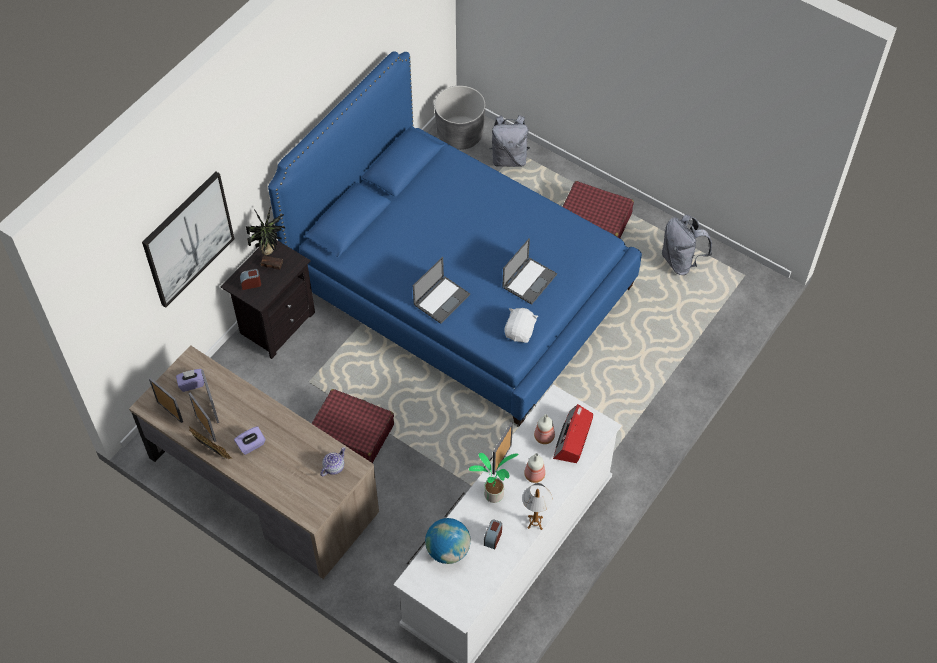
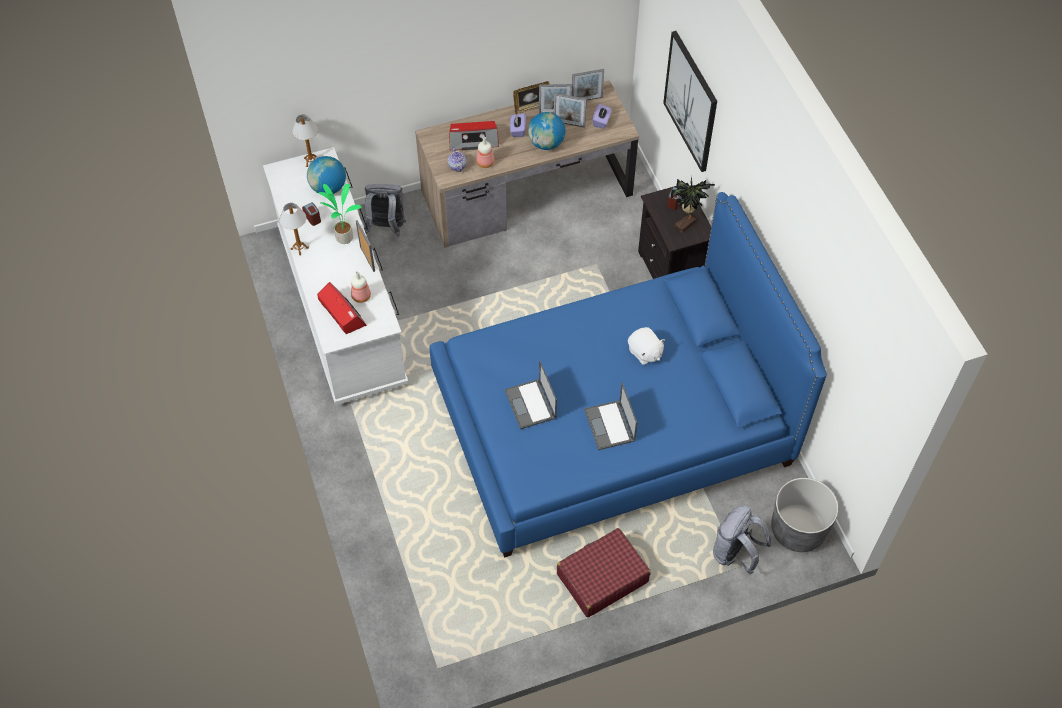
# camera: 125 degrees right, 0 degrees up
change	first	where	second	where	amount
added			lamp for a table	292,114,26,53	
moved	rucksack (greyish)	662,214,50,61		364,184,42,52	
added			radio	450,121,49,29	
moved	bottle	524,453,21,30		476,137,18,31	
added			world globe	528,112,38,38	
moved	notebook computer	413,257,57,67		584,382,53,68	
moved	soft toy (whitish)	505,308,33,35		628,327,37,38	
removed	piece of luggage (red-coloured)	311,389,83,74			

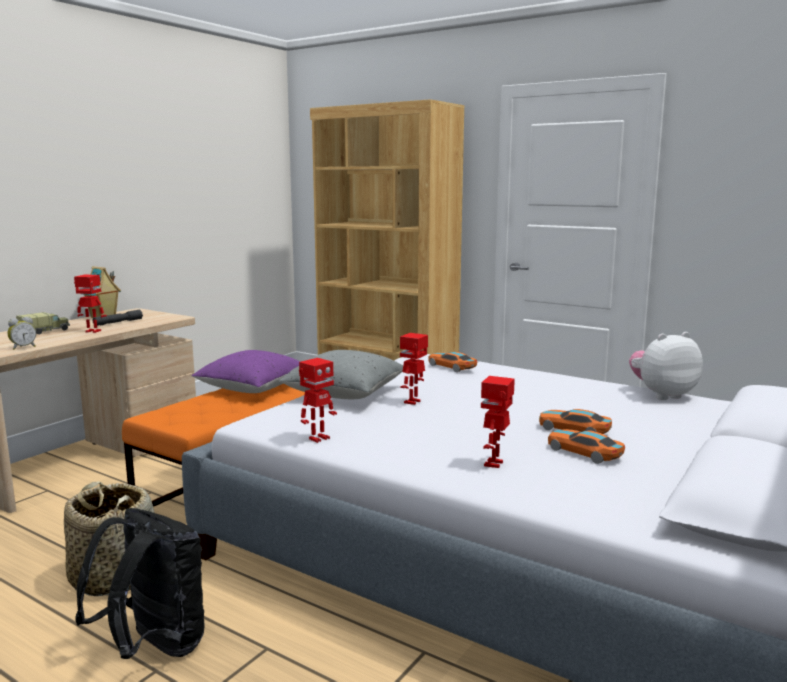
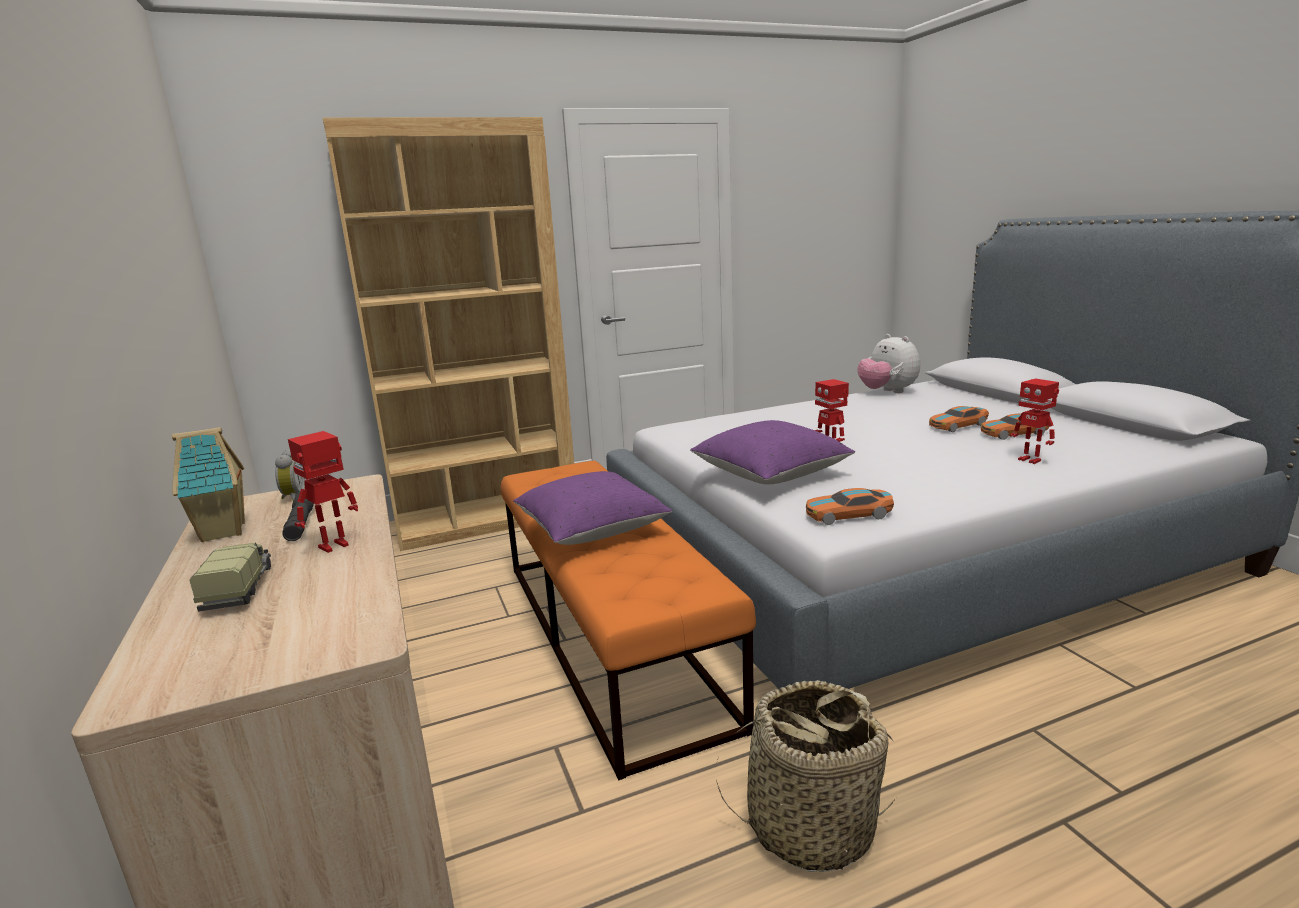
# camera: 55 degrees left, 5 degrees up
change	first	where	second	where	amount
moved	bedside clock	8,317,28,33		275,449,30,52	
recoloured	cushion (greyish)	279,350,124,49	cushion (purple)	690,420,165,65	
moved	toy car	428,352,49,20		806,488,88,37	
turned	soft toy	629,332,74,68		857,334,63,59	45 degrees counterclockwise
removed	rucksack (blackish)	75,508,130,151			
removed	model robot	299,358,38,85			

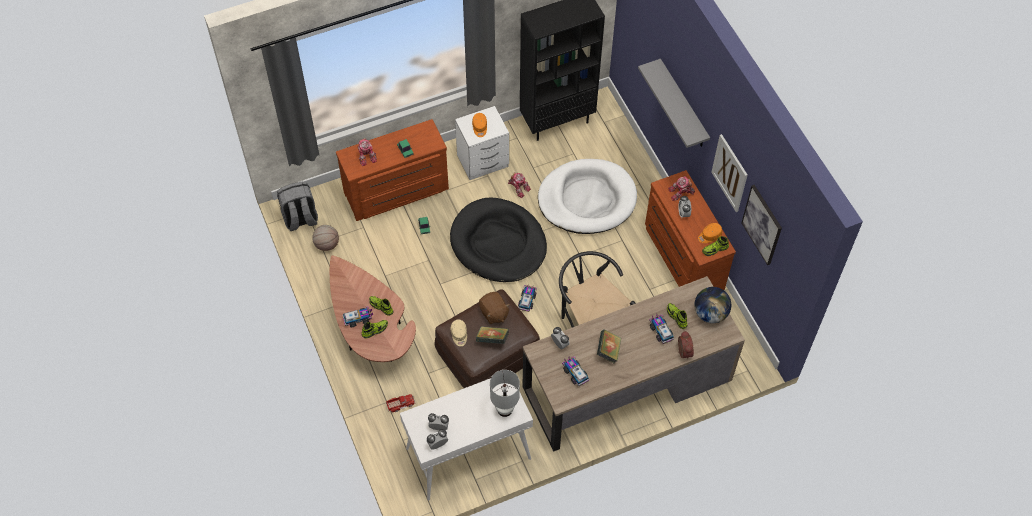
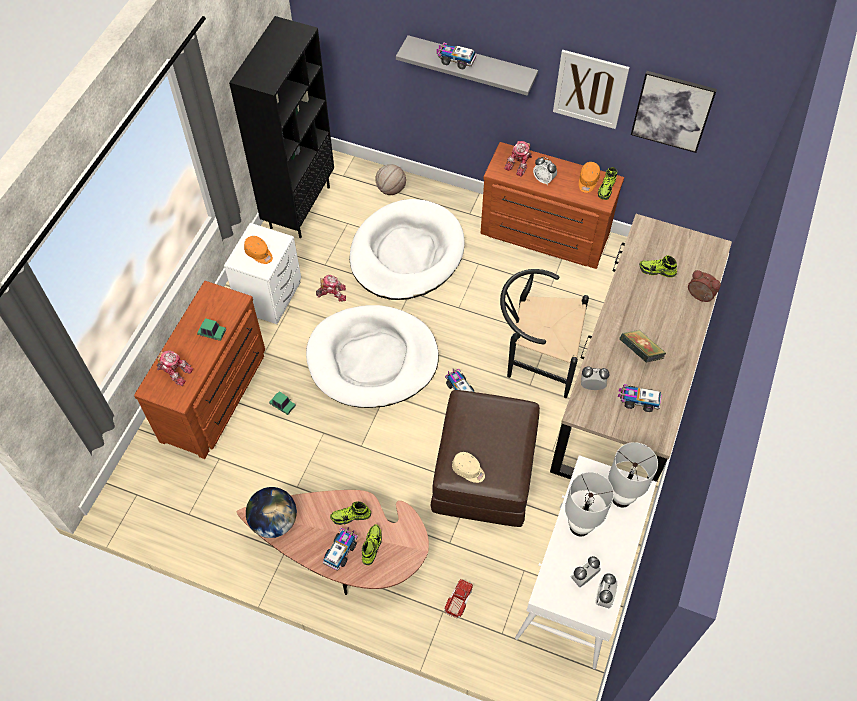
# camera: 45 degrees left, 0 degrees up
change	first	where	second	where	amount
moved	world globe	694,287,37,36		246,487,51,51	
recoloured	dog cushion (blackish)	450,198,97,84	dog cushion (whitish)	306,305,133,103	
moved	ball for basketball	312,225,27,26		375,164,31,31	
moved	toy truck	649,314,25,30		437,43,39,26	
added			lamp for a table (whitish)	565,472,49,65	
removed	rucksack (greyish)	277,182,41,49			
removed	book	476,326,33,18			
removed	soft toy (brownish)	479,292,31,32			

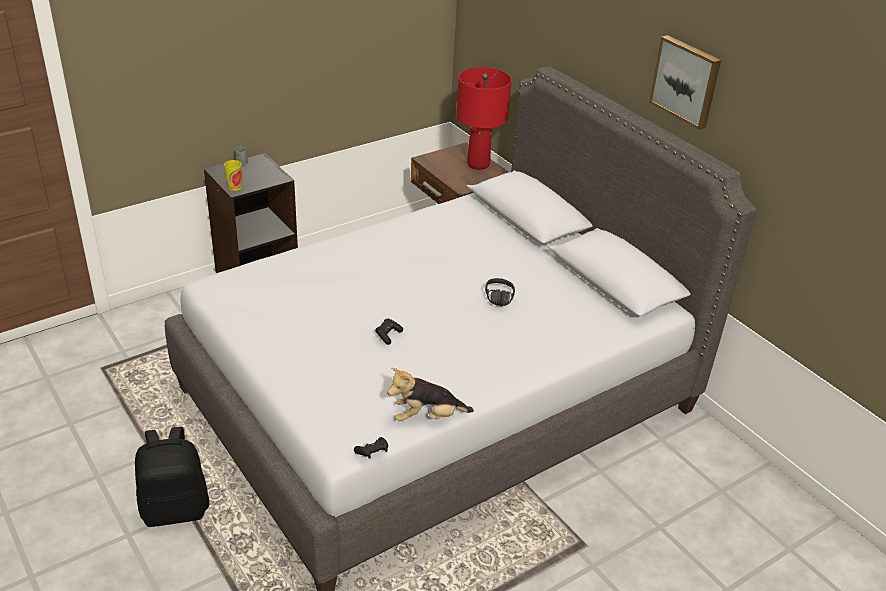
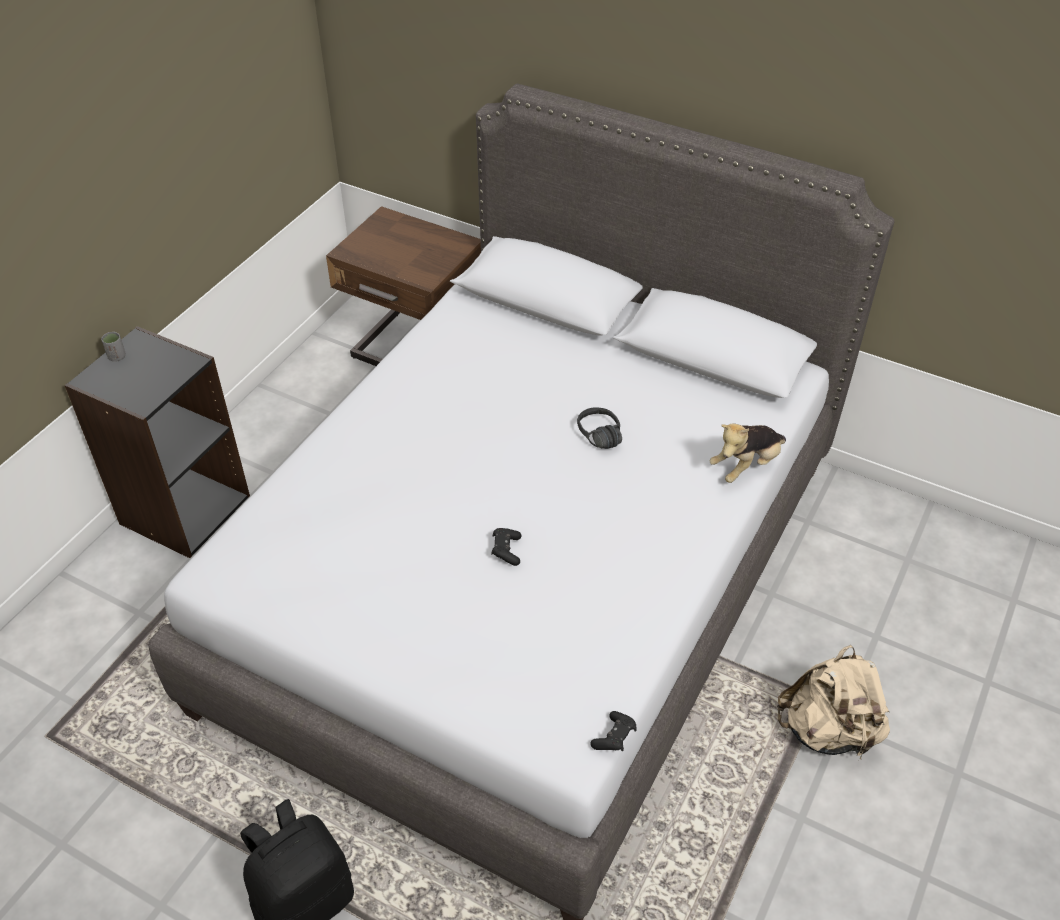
# camera: 25 degrees left, 10 degrees up
change	first	where	second	where	amount
moved	soft toy	387,368,87,53		709,424,77,59	
added			rucksack (sand-coloured)	777,645,113,116	
removed	drinking cup	224,160,18,31			
removed	lamp for a table (red-coloured)	456,67,56,103			
removed	wall art	649,35,72,95			

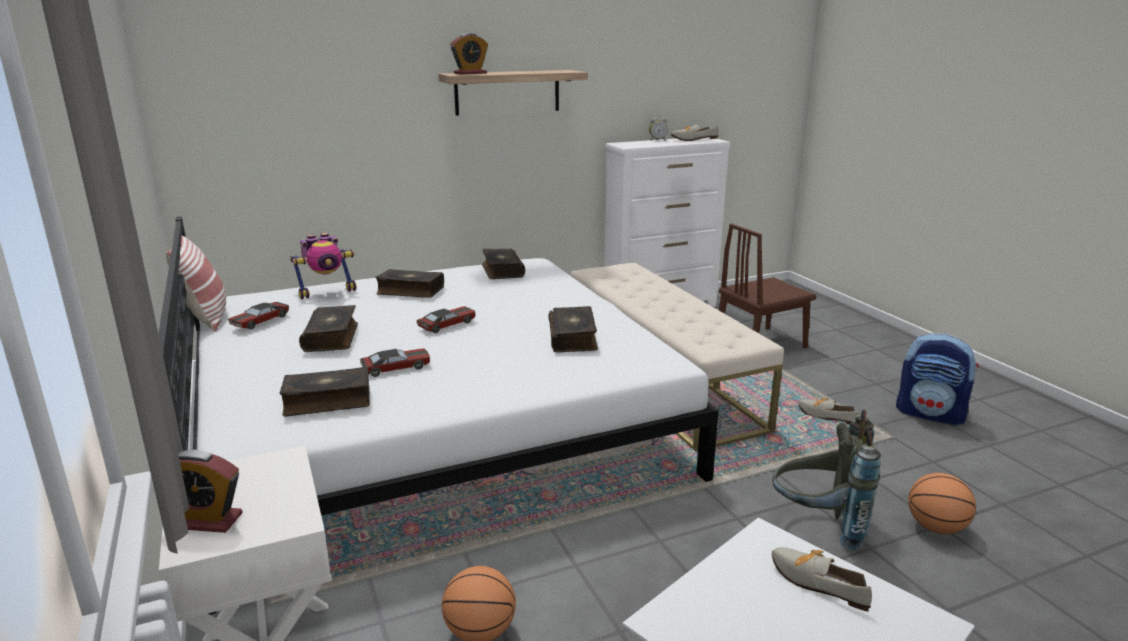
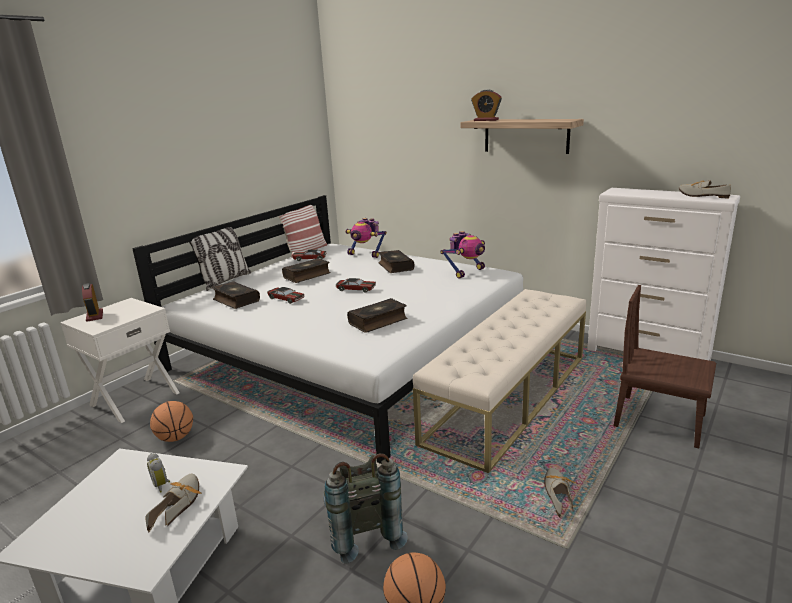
# camera: 60 degrees right, 0 degrees up
change	first	where	second	where	amount
moved	bedside clock	649,117,19,24		147,453,23,40	
added			cushion	189,227,62,64	
replaced	book	482,249,43,30	model robot	440,231,45,48	
removed	rucksack	896,333,83,93			

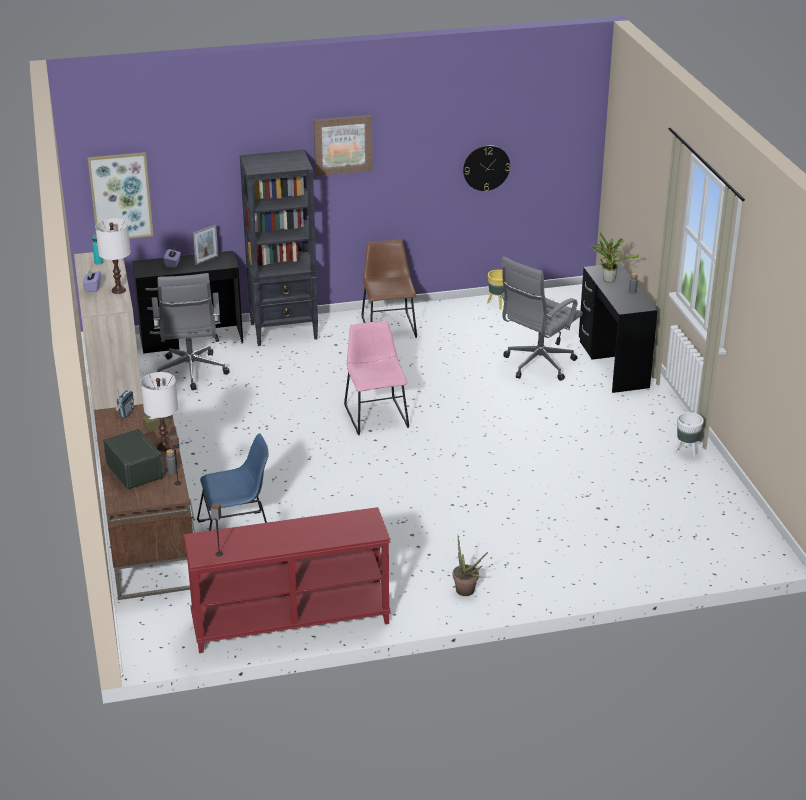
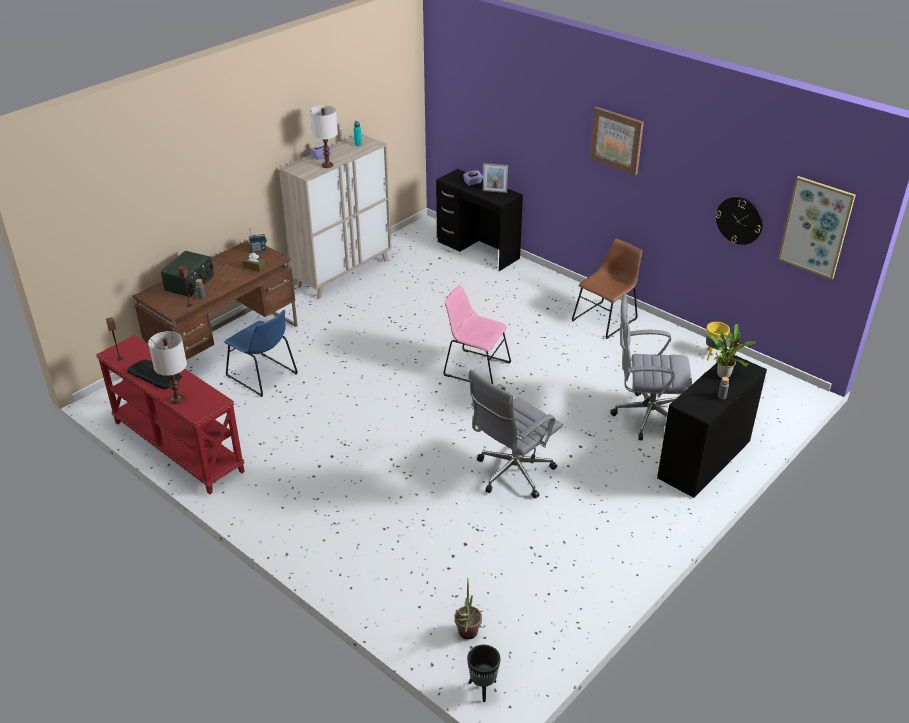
# camera: 55 degrees right, 5 degrees up
change	first	where	second	where	amount
added			computer keyboard	127,359,55,31	
moved	lamp for a table (whitish)	141,372,37,79		148,331,39,73	
turned	upright chair (pink)	344,321,65,114		443,285,68,99	105 degrees counterclockwise
moved	houseplant	453,536,35,60		455,581,27,58	
added			plant pot (blackish)	467,645,34,57	
moved	desk chair (greyish)	151,273,79,117		468,369,95,129	
moved	wall art	87,152,67,87		778,176,78,103	
removed	shelving unit (blackish)	240,149,78,197			
removed	plant pot (whitish)	674,412,30,46			

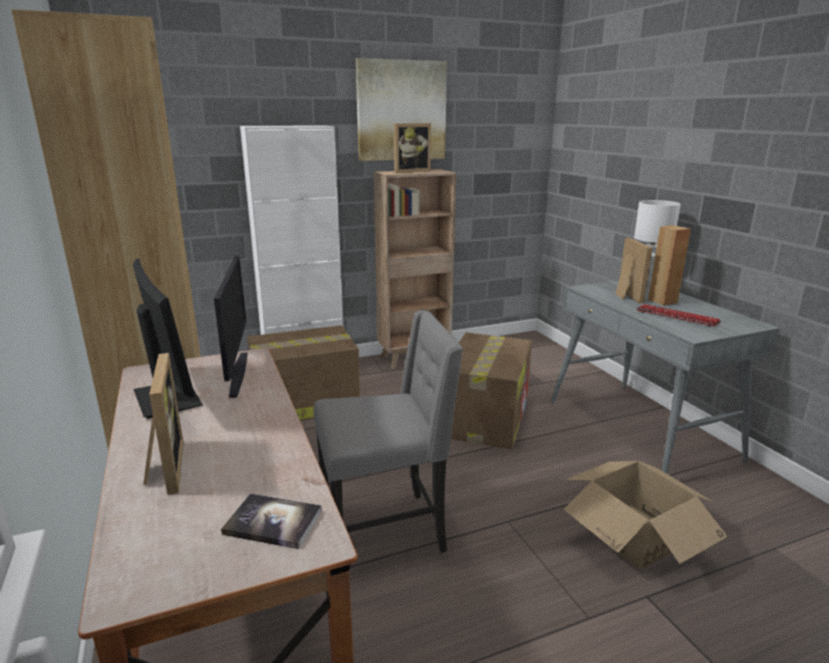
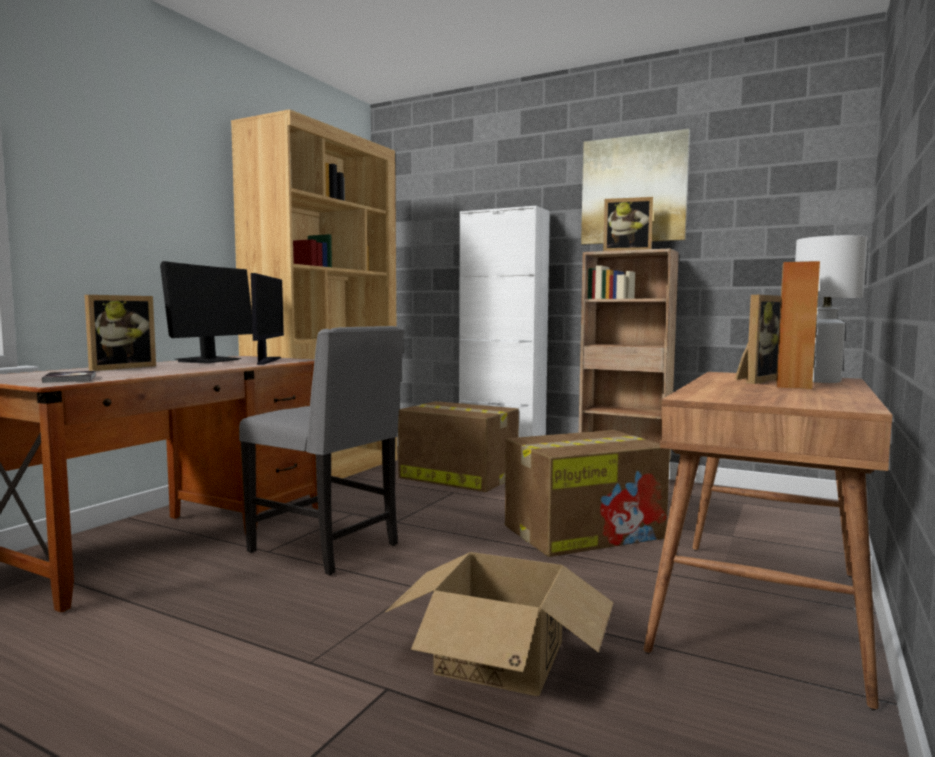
# camera: 50 degrees right, 15 degrees down
change	first	where	second	where	amount
turned	computer display	214,256,33,142		251,273,33,92	45 degrees counterclockwise
recoloured	desk (greyish)	551,280,229,194	desk (brownish)	643,372,250,338	
removed	computer keyboard	636,304,85,23			

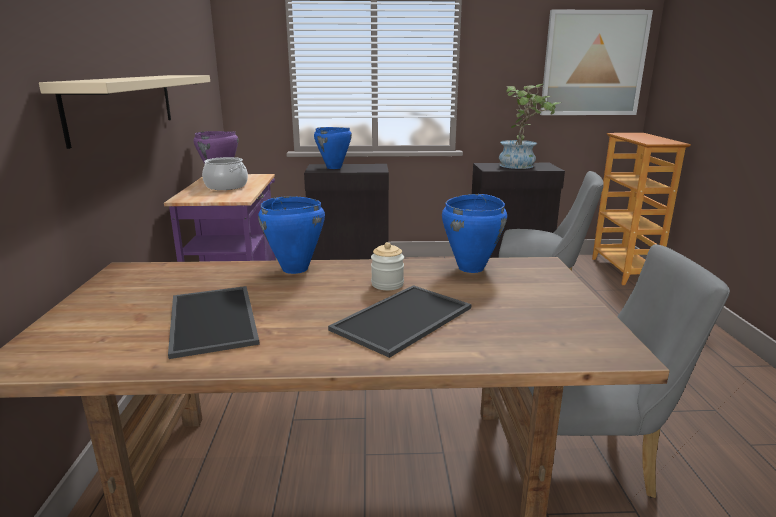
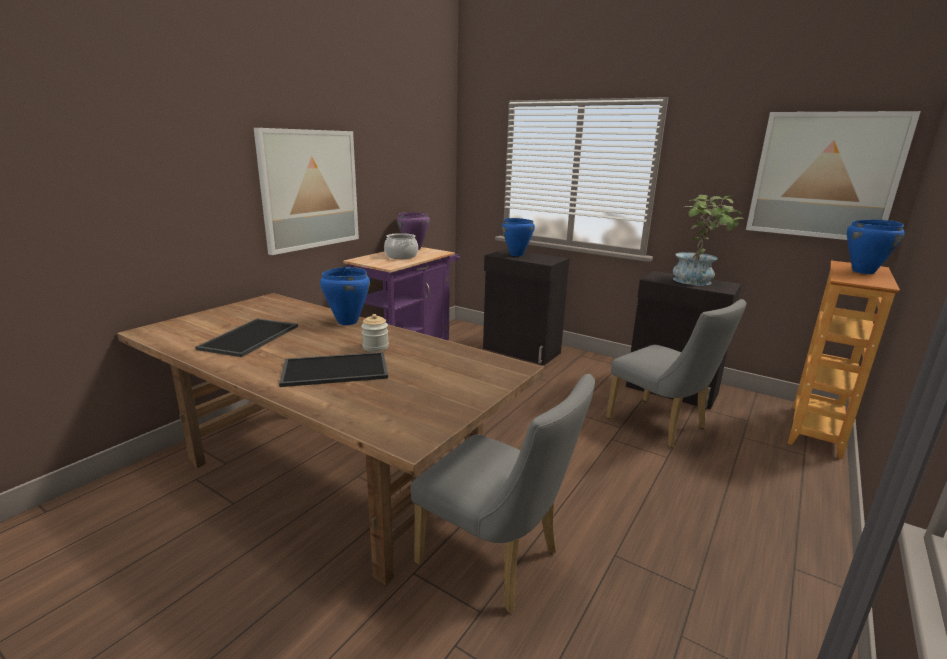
# camera: 35 degrees right, 0 degrees up
change	first	where	second	where	amount
replaced	shelf (sand-coloured)	39,75,171,74	wall art	254,128,105,127	
moved	stockpot (blue)	442,194,65,79		847,220,58,54	

